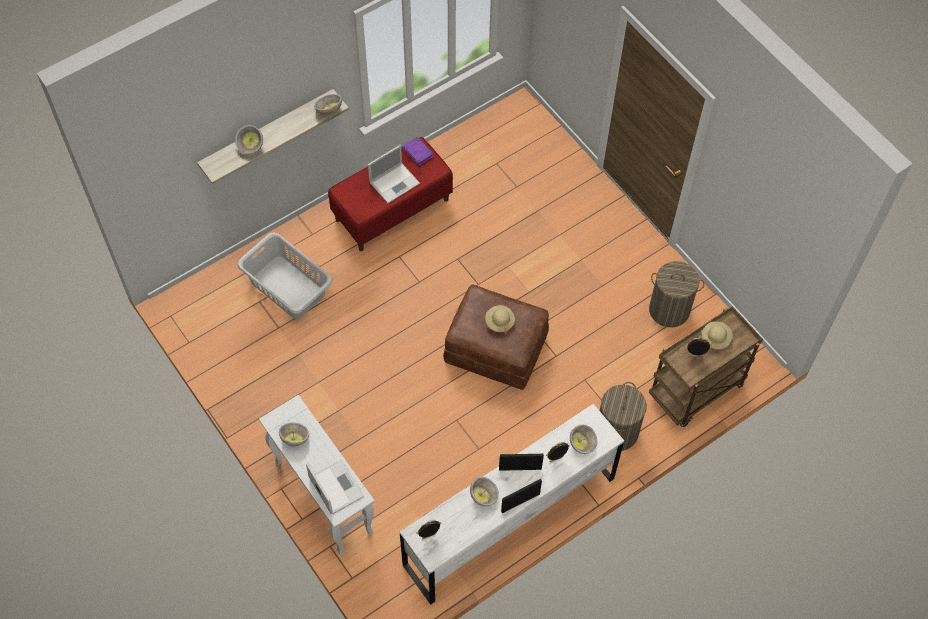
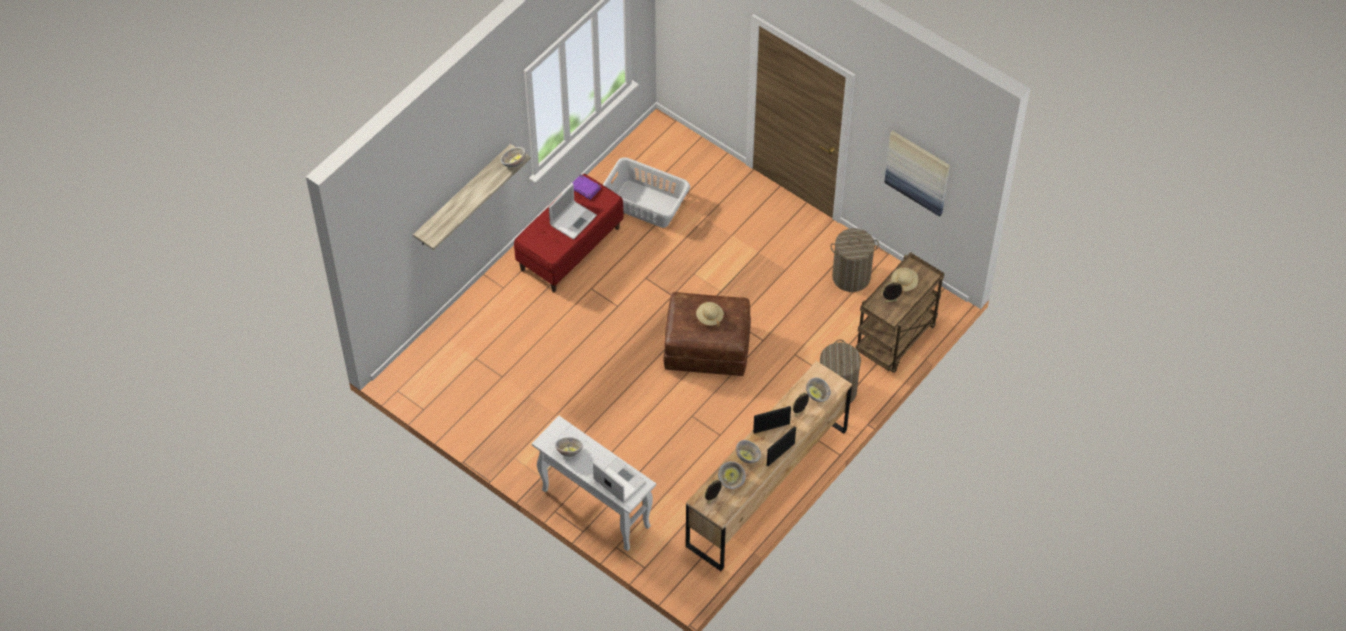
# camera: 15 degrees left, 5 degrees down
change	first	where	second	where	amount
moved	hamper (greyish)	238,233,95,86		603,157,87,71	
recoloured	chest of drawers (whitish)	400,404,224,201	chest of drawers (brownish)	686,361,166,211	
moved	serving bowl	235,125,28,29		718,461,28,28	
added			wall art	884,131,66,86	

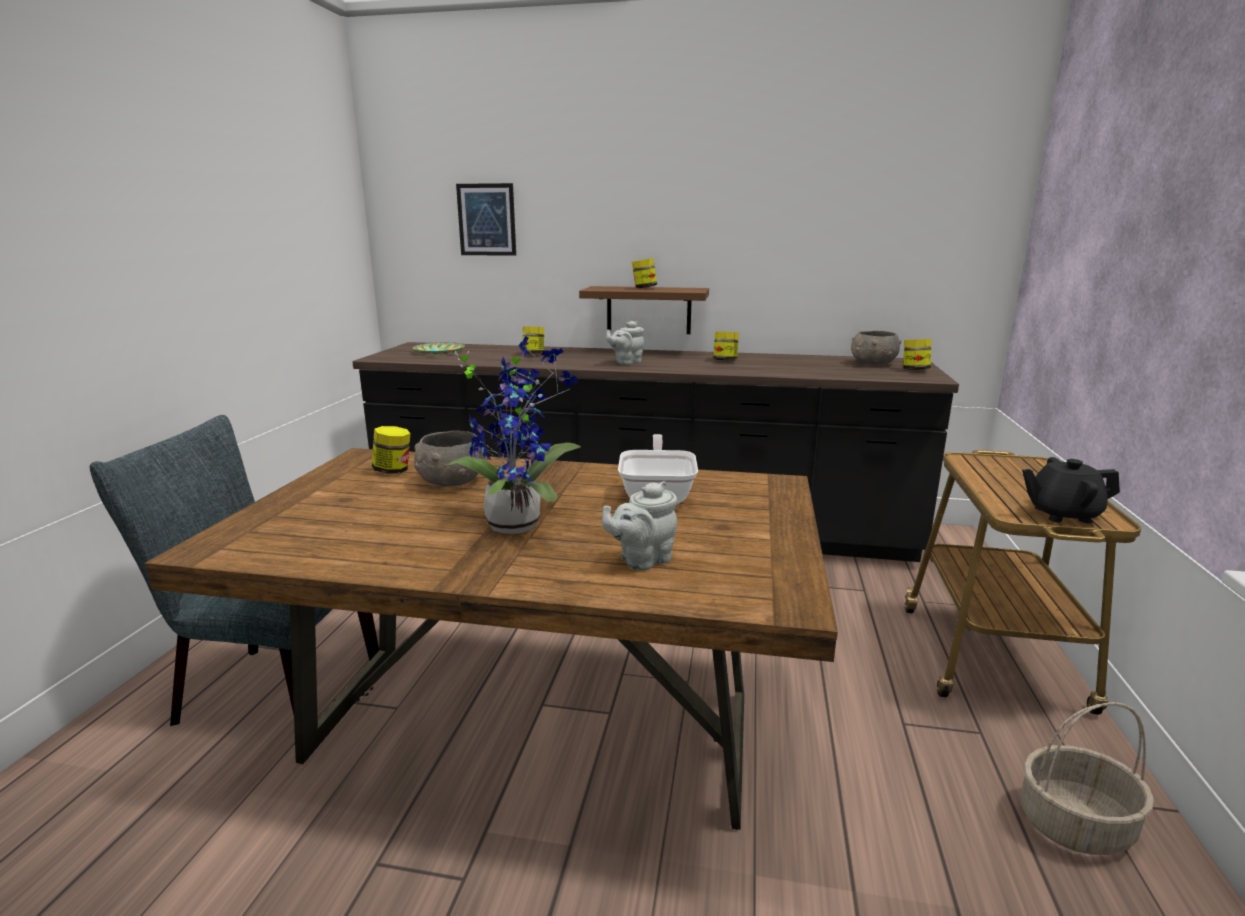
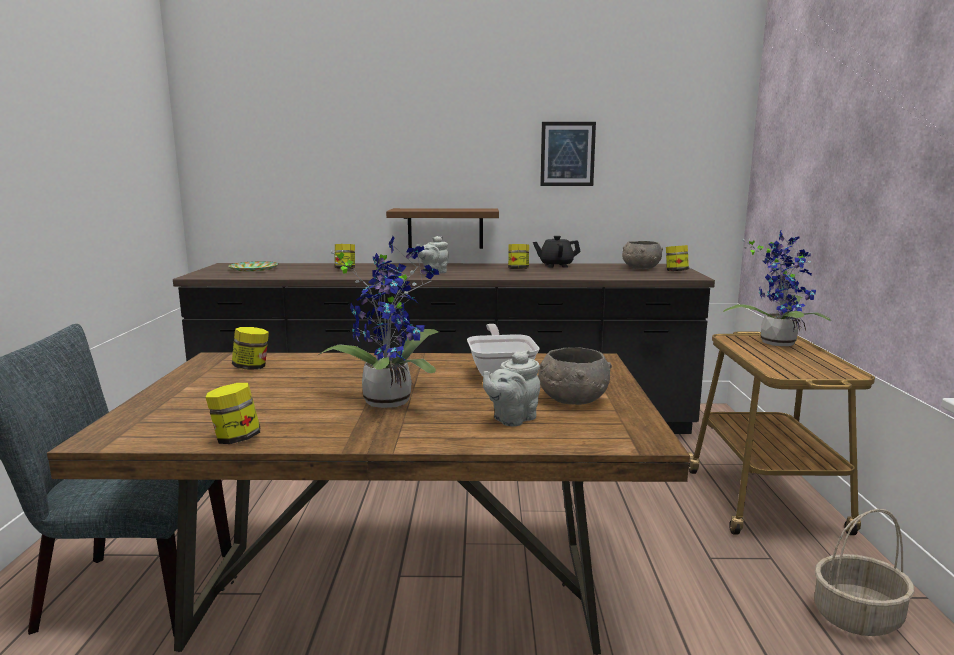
# camera: 10 degrees left, 5 degrees down
change	first	where	second	where	amount
moved	jar	632,258,25,30		206,383,54,61	
moved	teapot (blackish)	1022,457,98,66		533,236,48,32	
moved	serving bowl (greyish)	414,431,71,56		538,347,74,58	
moved	wall art	456,183,60,73		540,122,56,64	
added			houseplant	723,229,108,117	

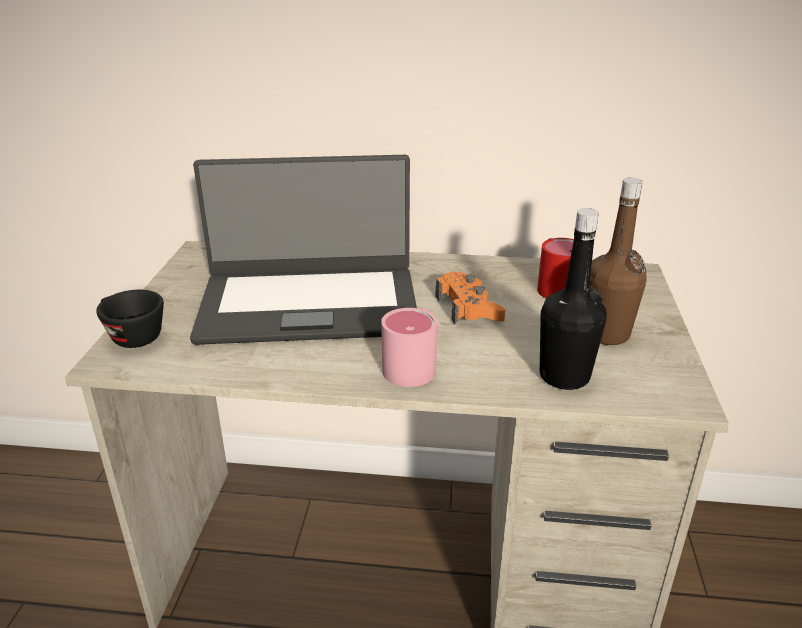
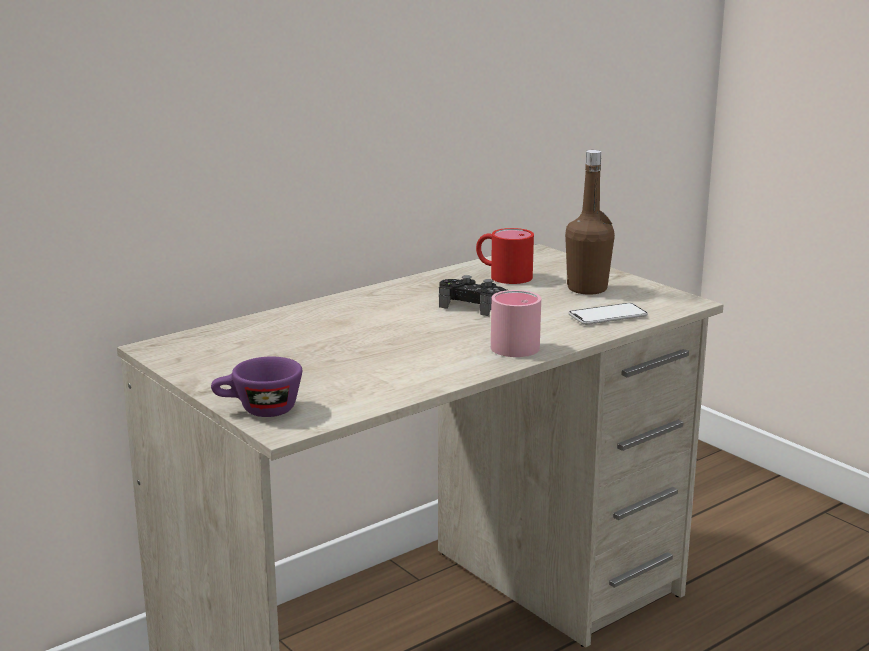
# camera: 45 degrees left, 10 degrees down
change	first	where	second	where	amount
recoloured	drinking cup (blackish)	96,290,68,58	drinking cup (purple)	211,357,91,60	
recoloured	gamepad (orangey)	436,272,69,52	gamepad (blackish)	439,275,68,41	
replaced	bottle (blackish)	540,208,66,182	phone	568,303,80,22	
removed	notebook computer	190,155,227,190			

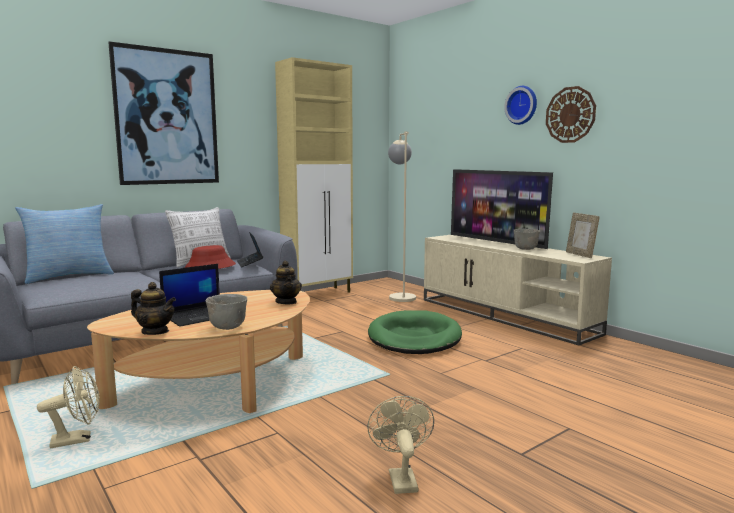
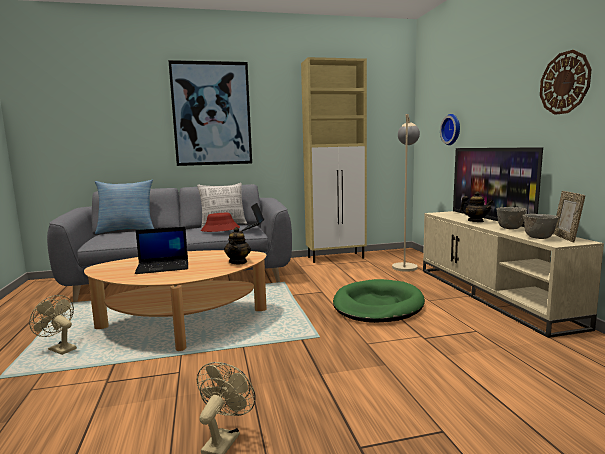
# camera: 25 degrees right, 0 degrees up
change	first	where	second	where	amount
turned	cooling fan (sand-coloured)	37,366,63,83		29,295,48,60	150 degrees counterclockwise
moved	clock on the wall	504,86,33,39		440,114,20,31	
moved	teapot	131,282,45,53		460,191,33,31	
moved	serving bowl (greyish)	205,294,42,36		523,214,36,25	

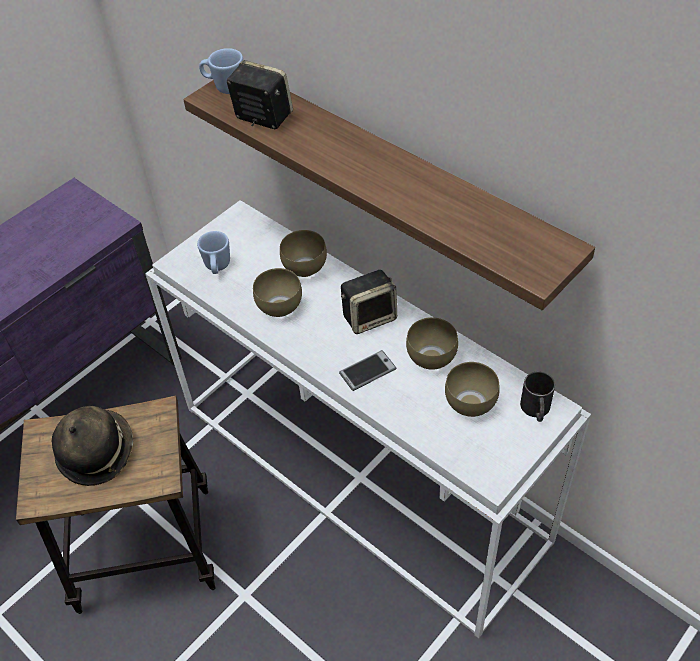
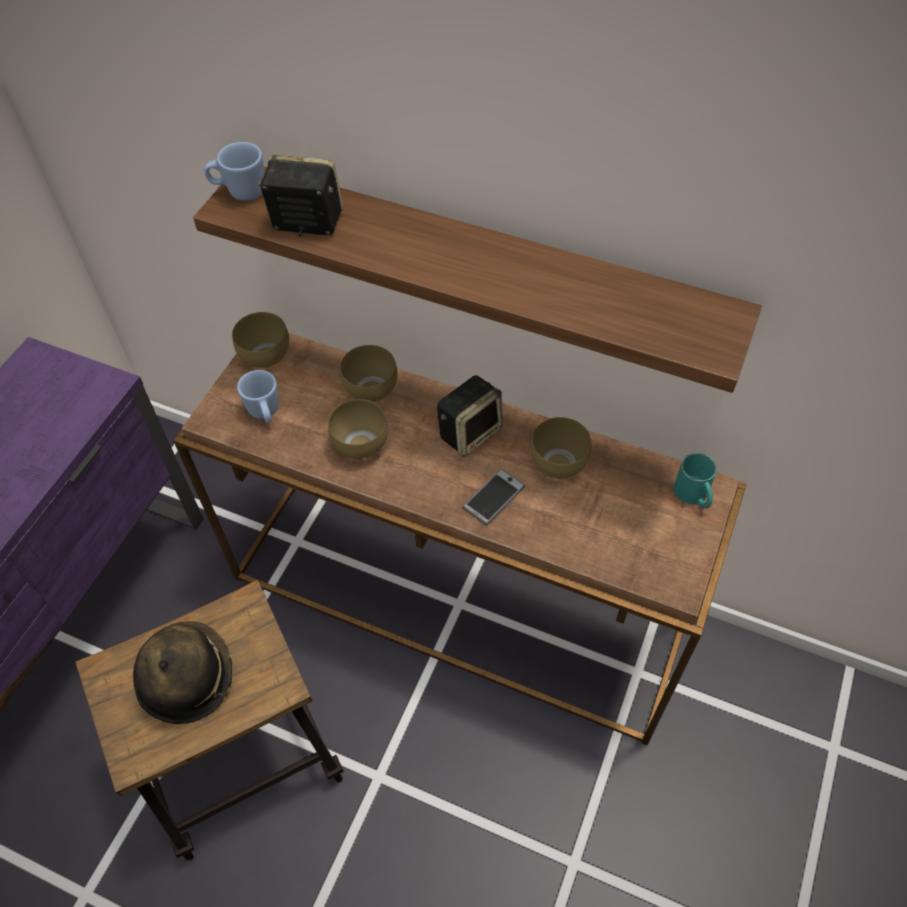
# camera: 20 degrees left, 5 degrees up
change	first	where	second	where	amount
recoloured	narrow table (whitish)	145,200,446,438	narrow table (brownish)	173,333,574,412	
moved	serving bowl (brownish)	445,362,55,55		232,312,57,56	
recoloured	mug (blackish)	520,371,35,51	mug (blue-green)	674,453,43,56	

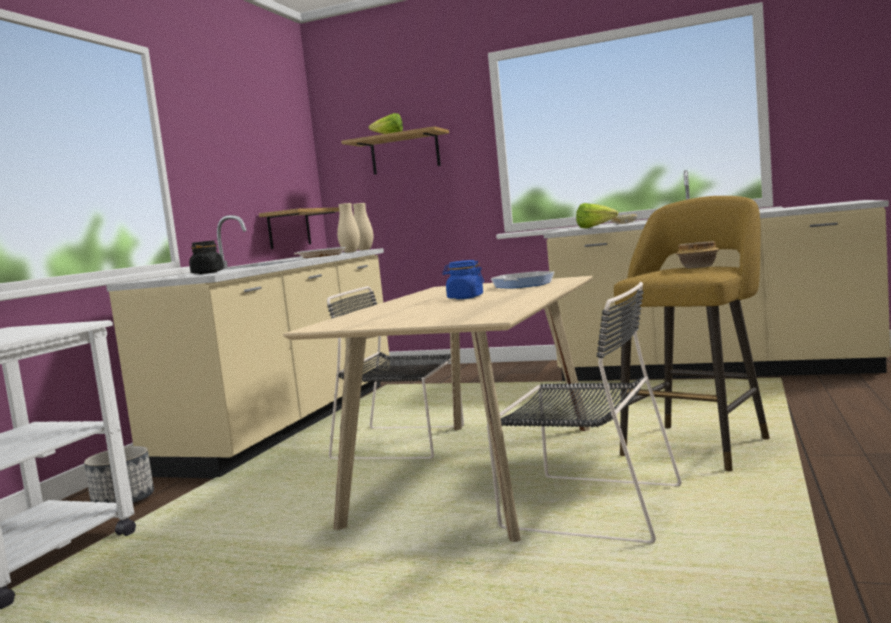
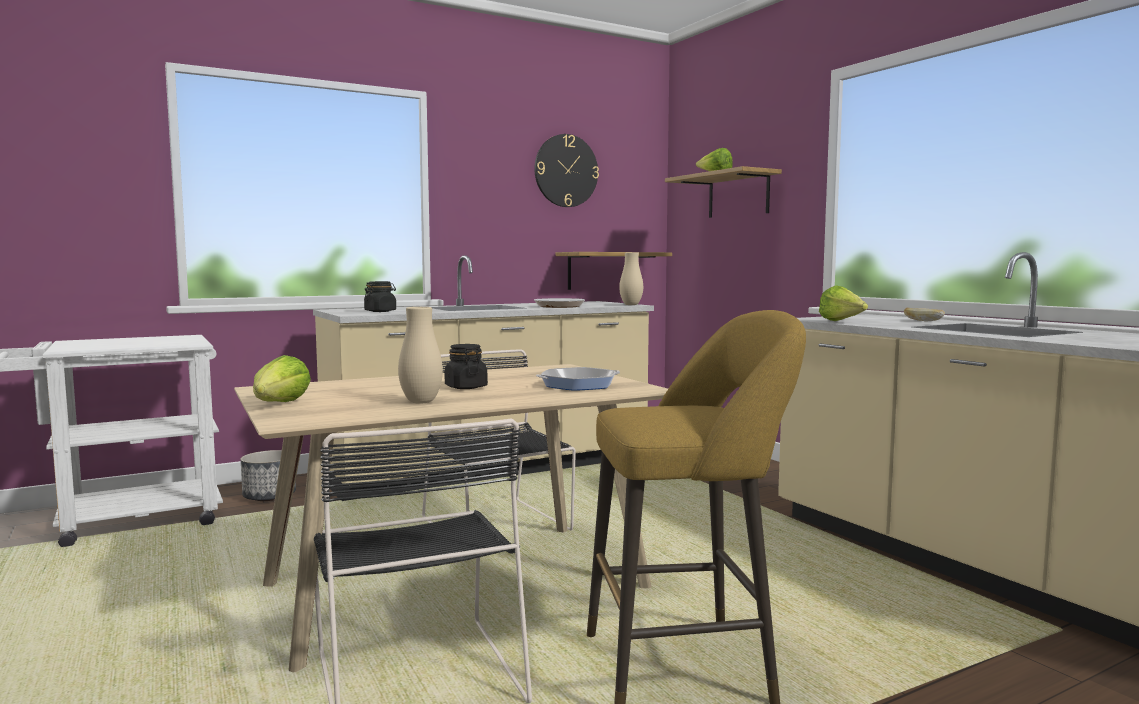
# camera: 40 degrees right, 0 degrees up
change	first	where	second	where	amount
added			lettuce head	253,355,58,47	
moved	vase (sand-coloured)	337,203,23,50		398,307,45,97	
recoloured	jar (blue)	442,260,42,39	jar (blackish)	444,344,44,45	
added			clock on the wall	534,134,65,73	
removed	serving bowl	676,241,44,27			

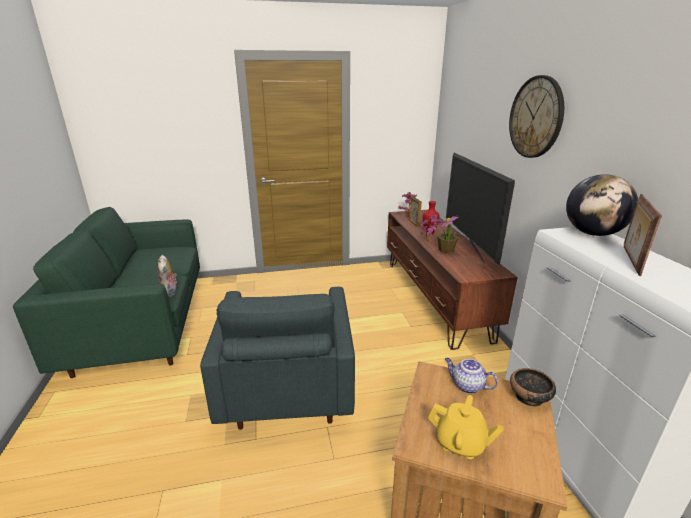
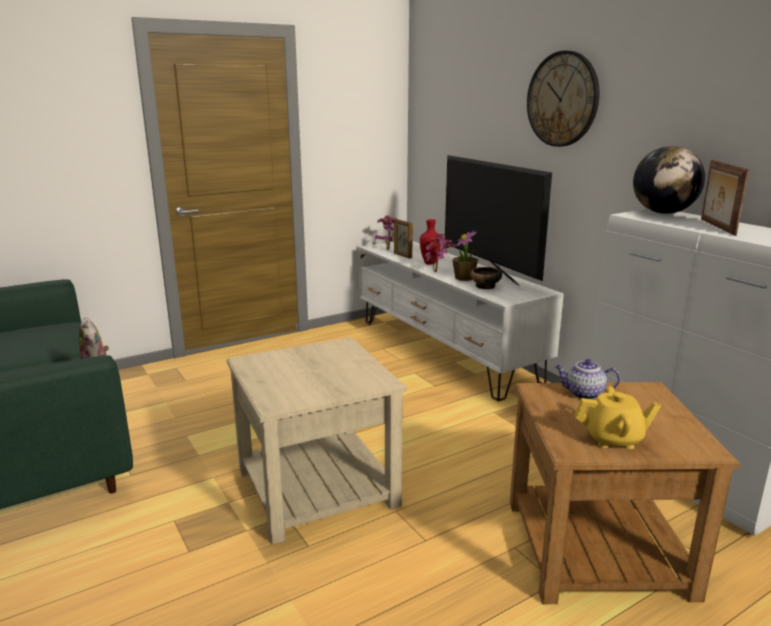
# camera: 20 degrees left, 5 degrees down
change	first	where	second	where	amount
replaced	easy chair (greyish)	200,287,155,143	side table (sand-coloured)	226,337,181,208	
recoloured	tv stand (brownish)	387,210,131,140	tv stand (whitish)	359,241,205,160	
moved	serving bowl	510,368,46,39		470,267,32,22	

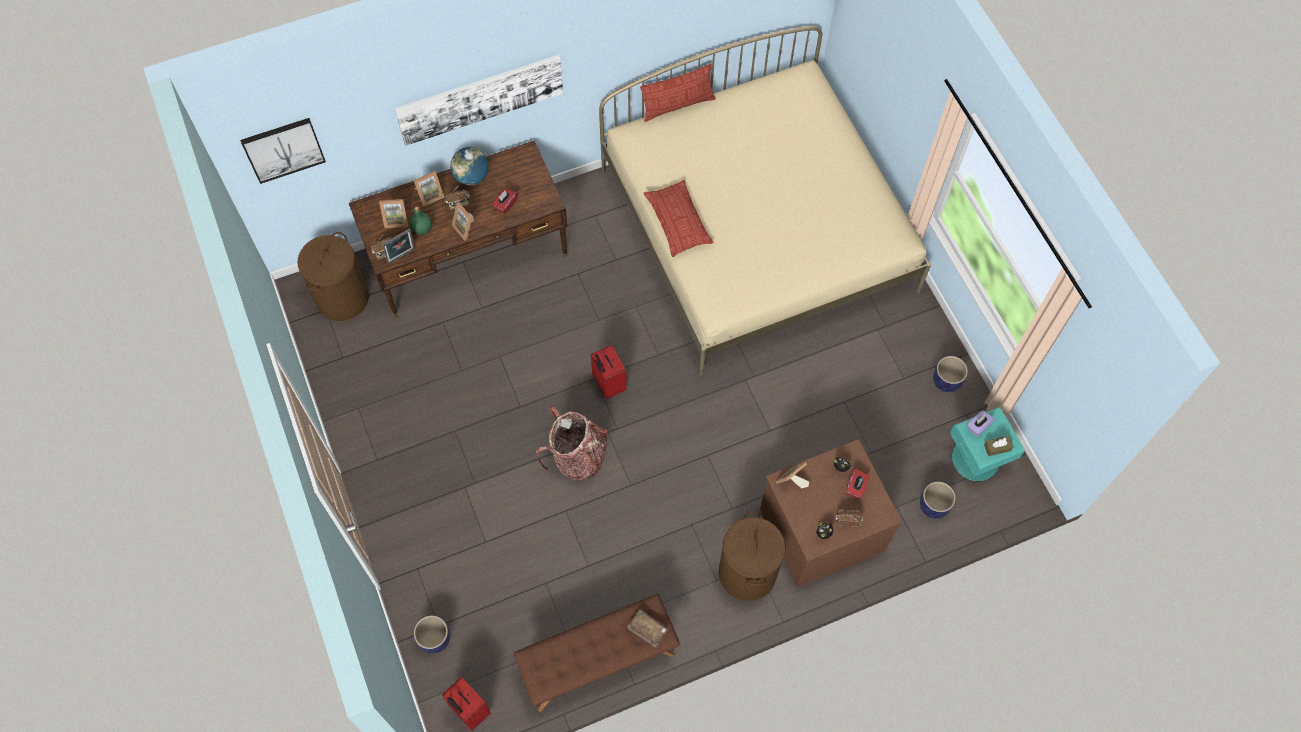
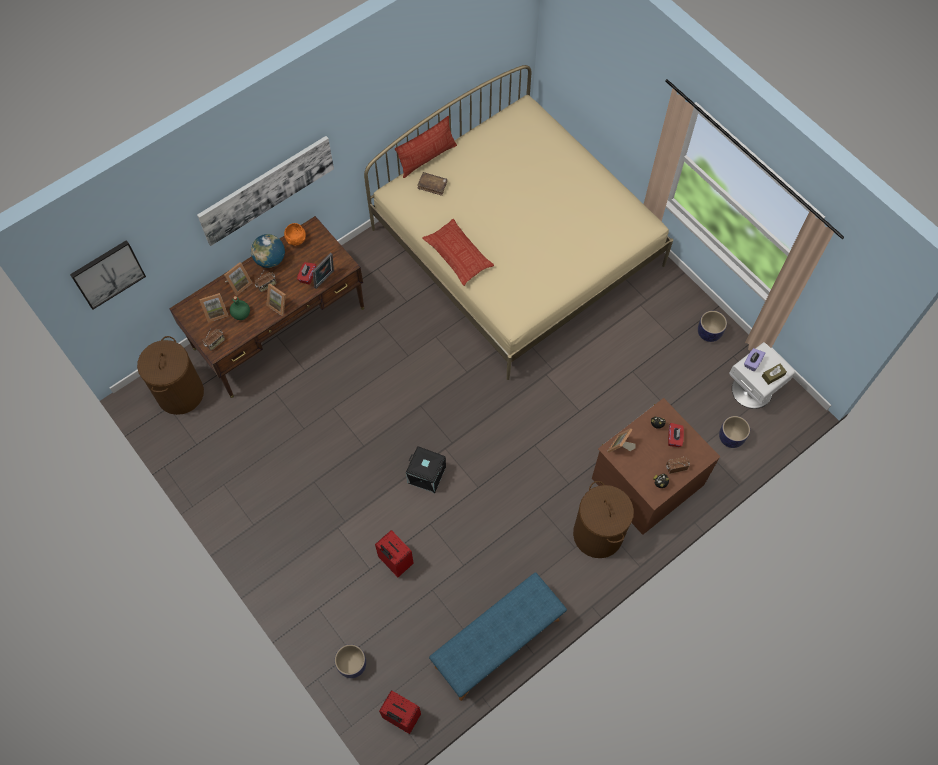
# camera: 15 degrees left, 0 degrees up
change	first	where	second	where	amount
added			serving bowl (orangey)	284,223,22,23	
moved	standing frame	382,229,33,35		312,253,22,36	
moved	piece of luggage (red-coloured)	591,345,36,54		375,530,39,47	
replaced	rucksack	535,406,73,74	storage container (blackish)	406,446,40,47	
moved	book (brownish)	627,609,41,39		417,172,30,24	
recoloured	indoor bench (brownish)	514,594,166,118	indoor bench (blue)	429,572,138,129	
recoloured	bedside table (blue-green)	950,407,75,74	bedside table (whitish)	729,342,66,67	

